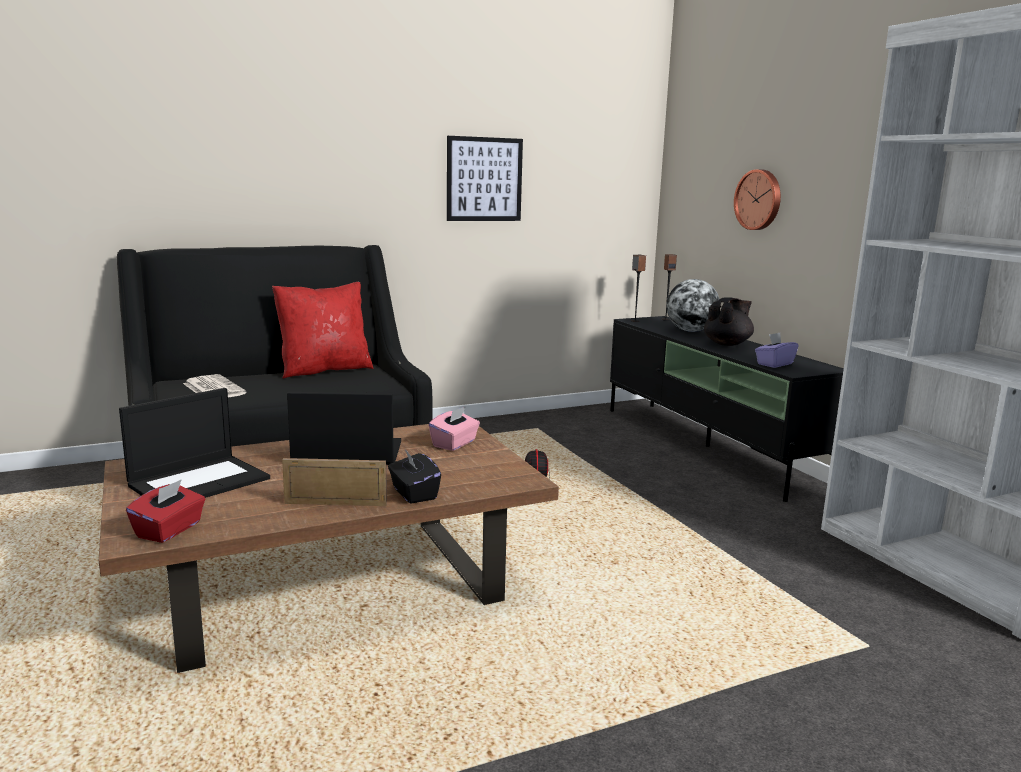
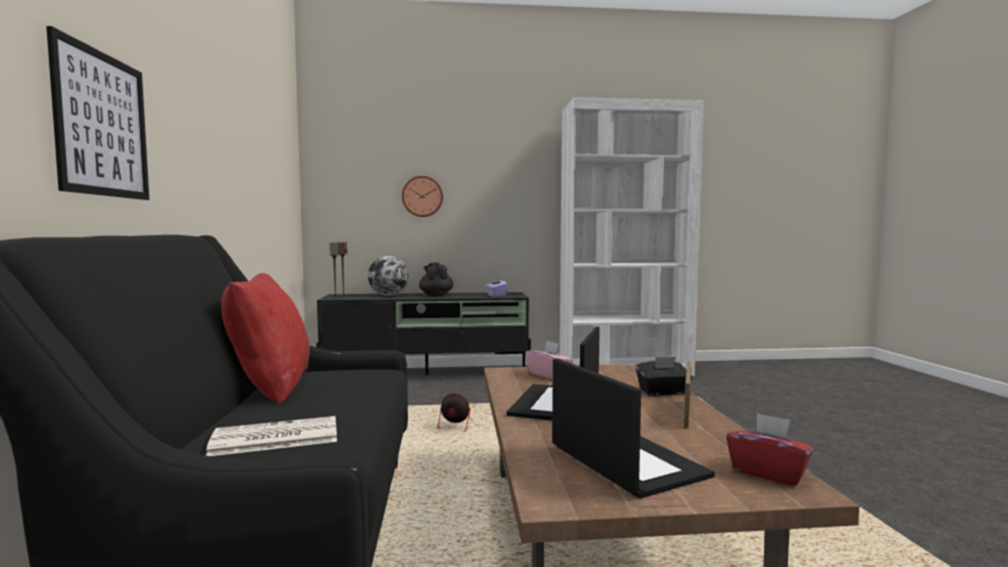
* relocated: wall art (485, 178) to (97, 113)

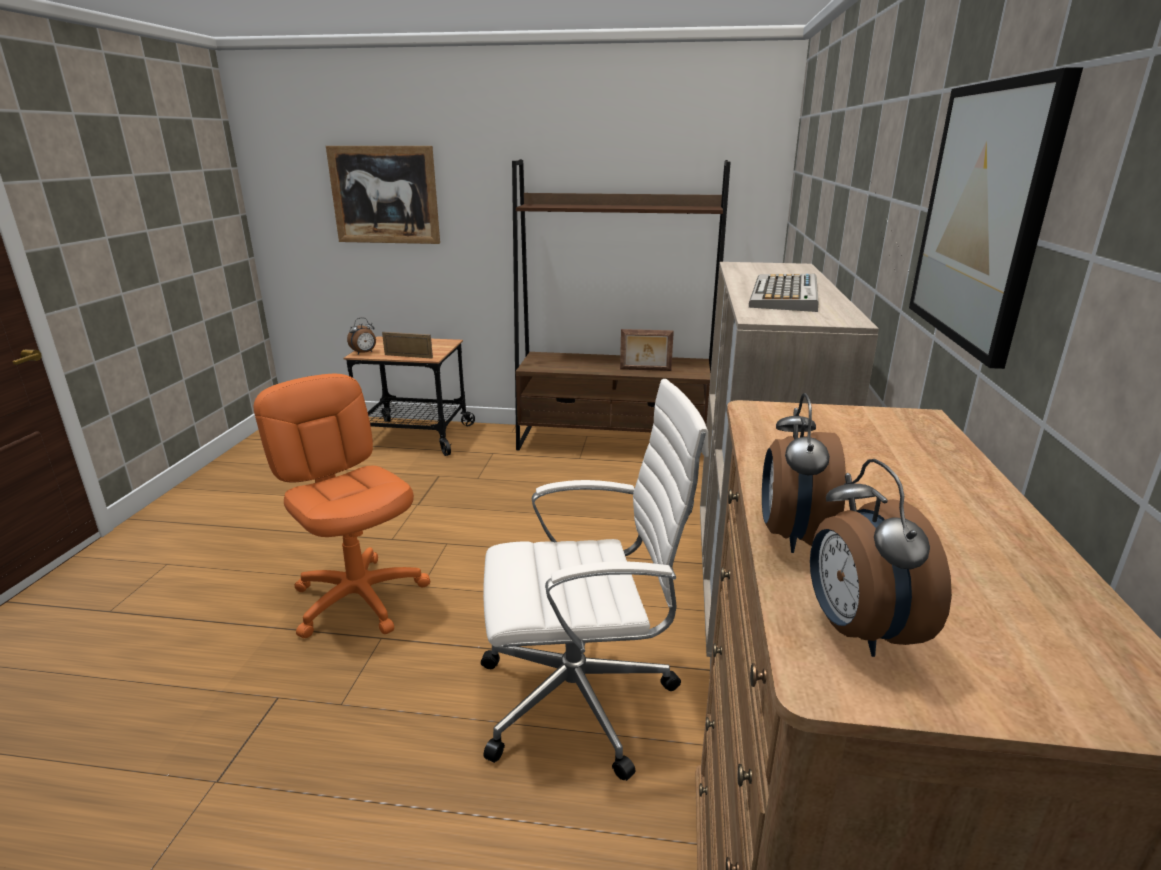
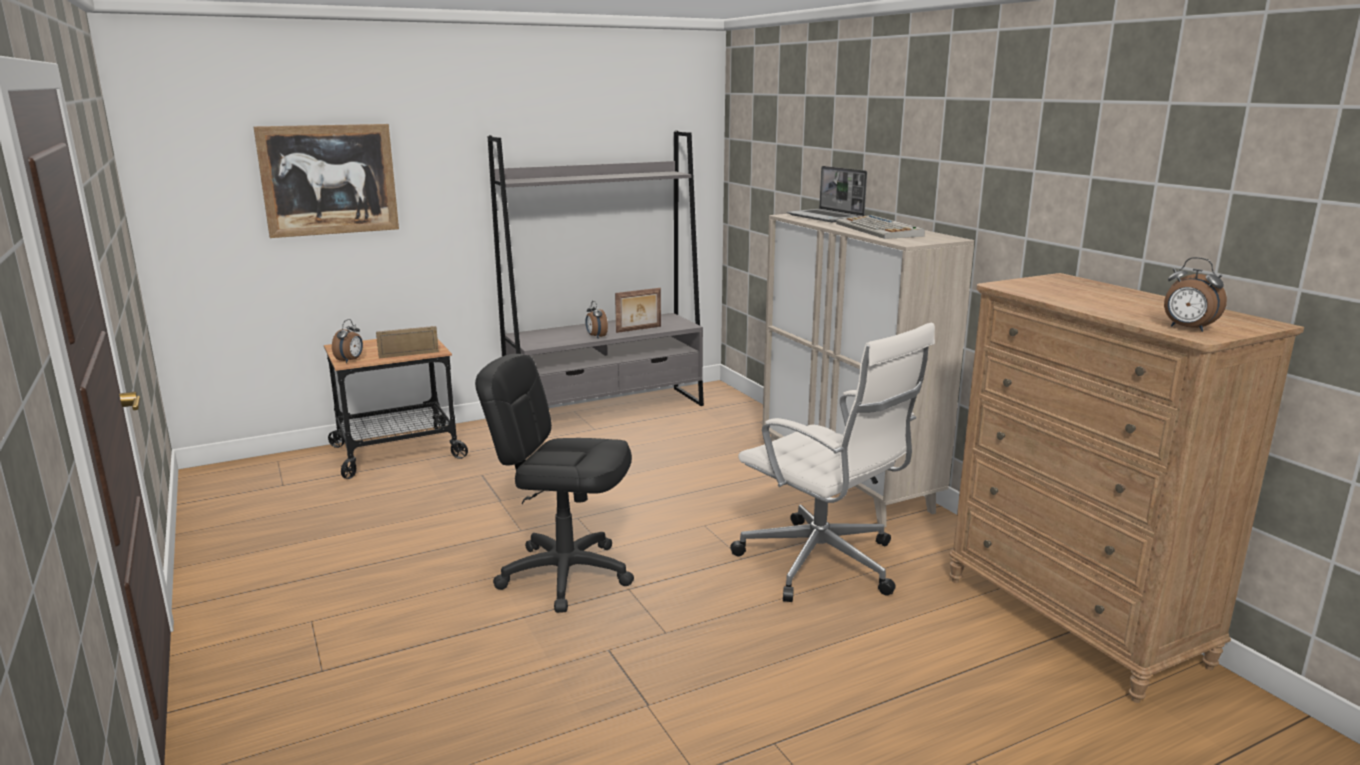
* missing: wall art (996, 218)
* colour: brown shelving unit (621, 304) to grey shelving unit (596, 268)
* colour: orangey desk chair (342, 506) to black desk chair (554, 483)
* spun: whitish desk chair (595, 580) = (832, 462) 90 degrees clockwise
* relocated: bedside clock (804, 473) to (596, 319)
* appeared: notebook computer (827, 194)

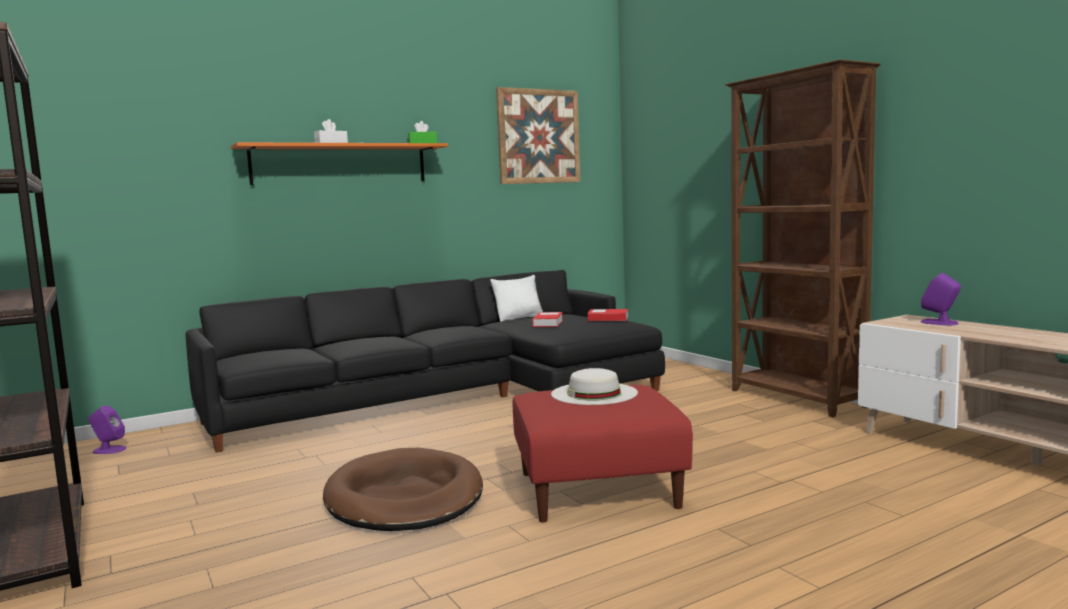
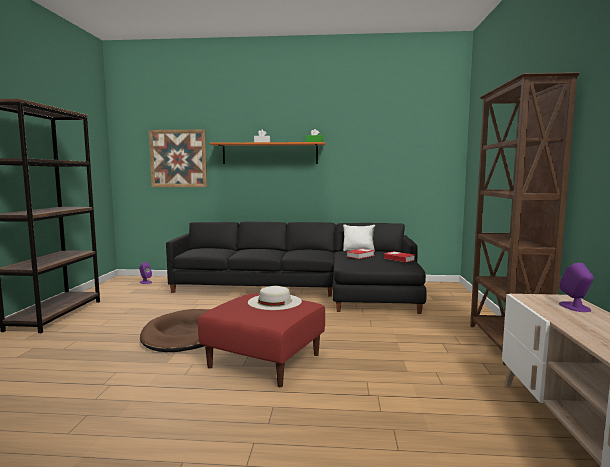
* relocated: wall art (538, 135) to (178, 158)

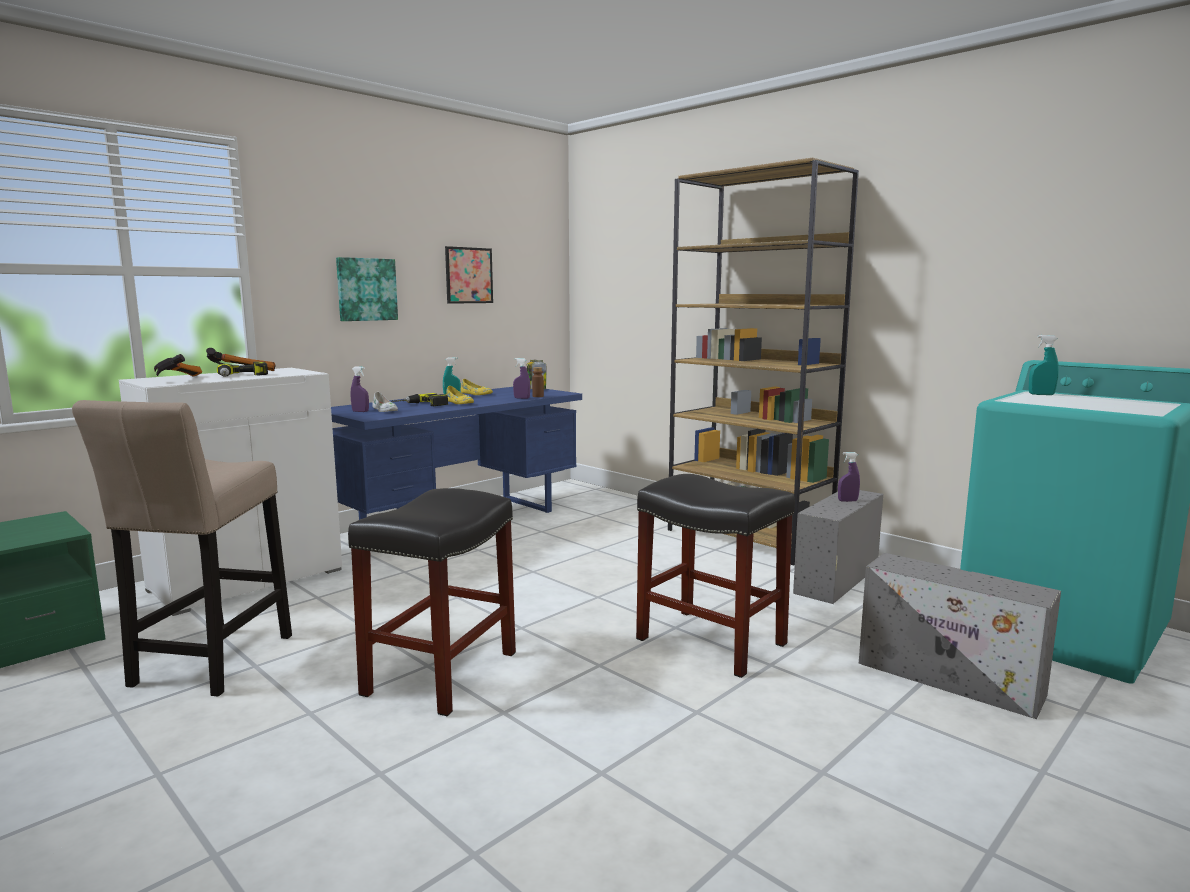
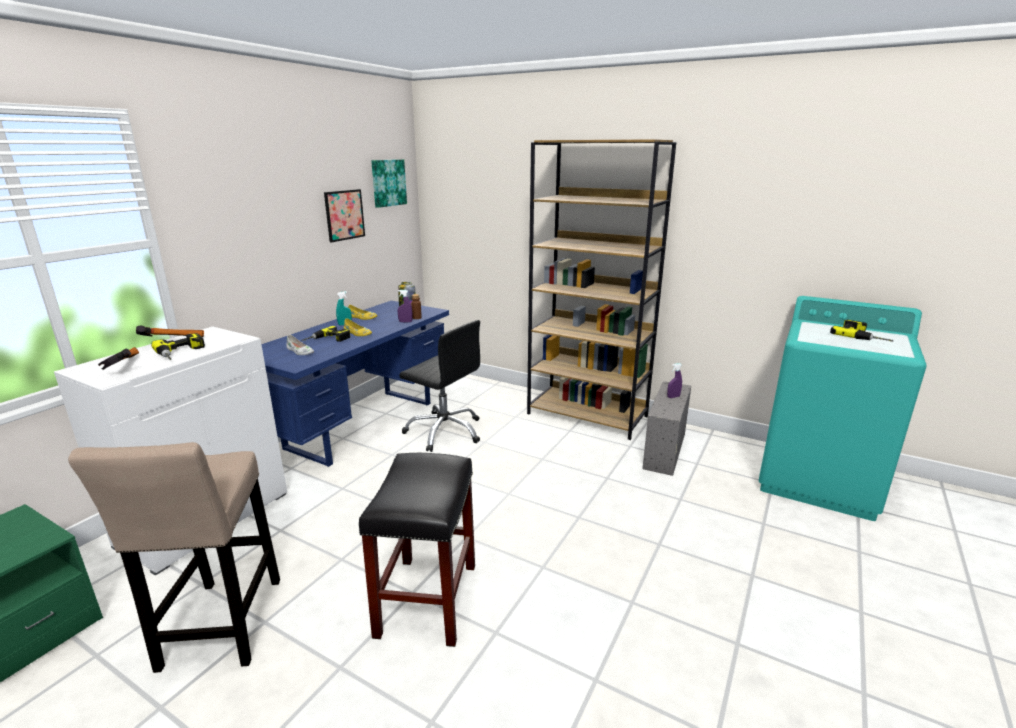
* relocated: wall art (367, 289) to (389, 183)
* missing: blue-green sprayer (1044, 365)
* missing: purplish sprayer (360, 389)
* missing: black stool seat (715, 576)
* missing: grey storage box (960, 636)
* appeared: black desk chair (439, 386)
* appeared: drill (861, 331)

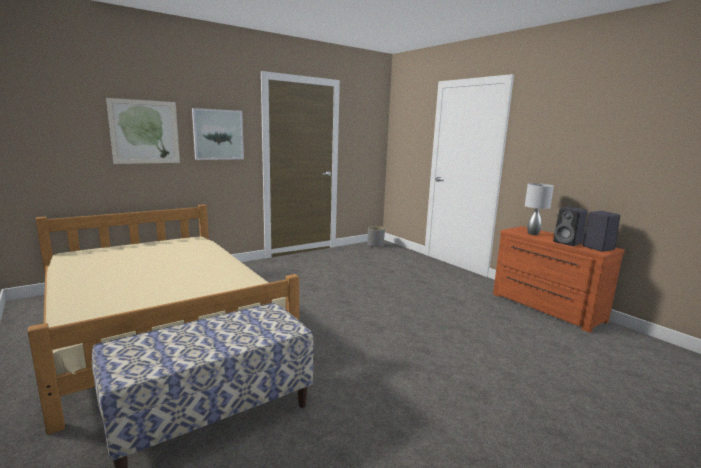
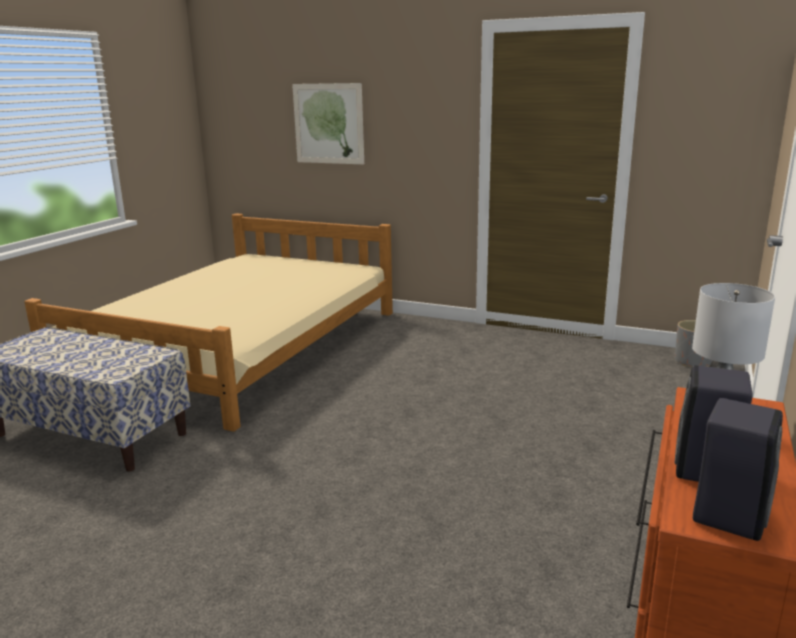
* missing: wall art (218, 134)

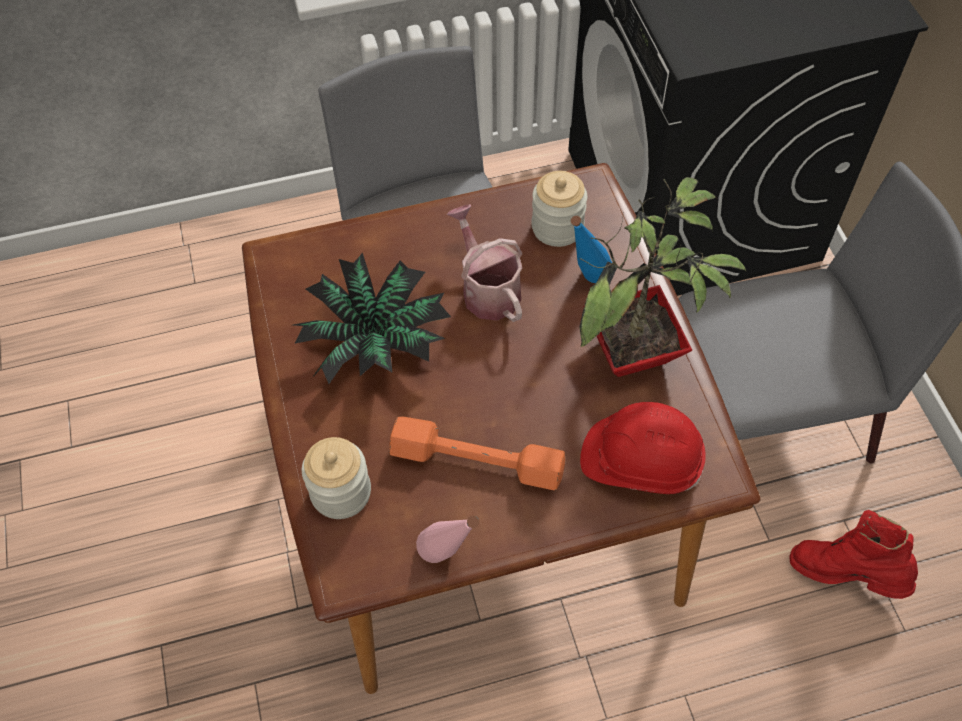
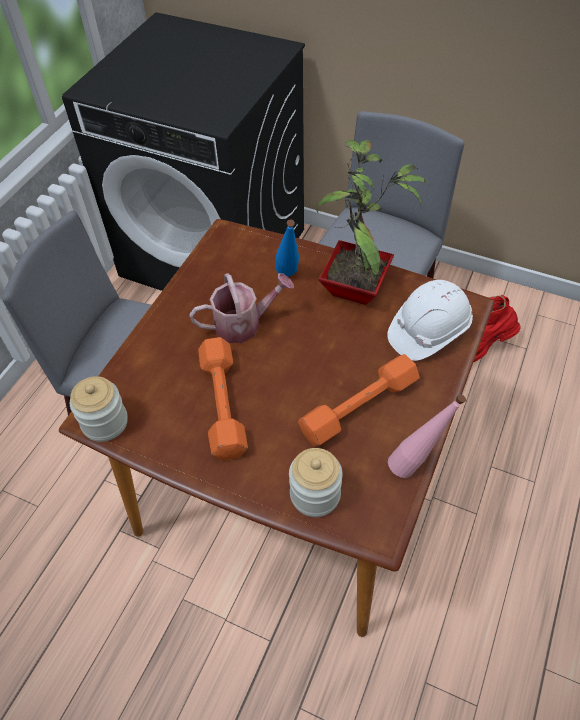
* relocated: jar (559, 209) to (99, 409)
* spun: watering can (484, 263) = (241, 308) 150 degrees clockwise
* exchanged: potted plant (372, 318) to orangey hand weight (223, 398)
* colour: red-coloured safety helmet (643, 448) to whitish safety helmet (430, 320)

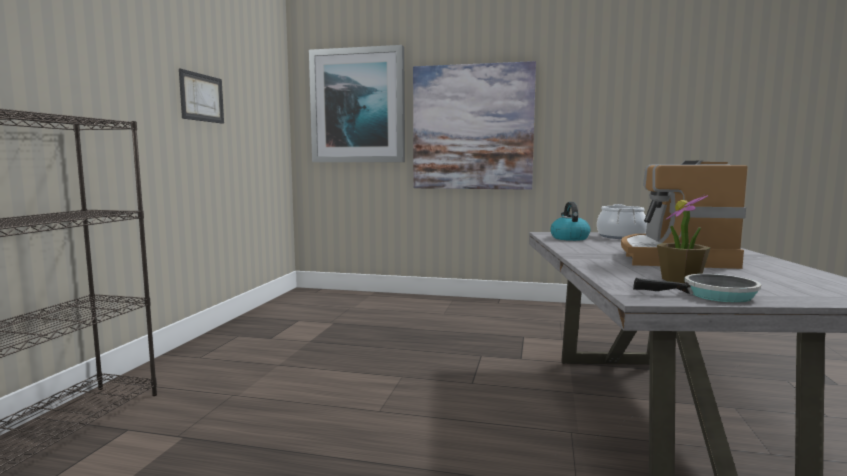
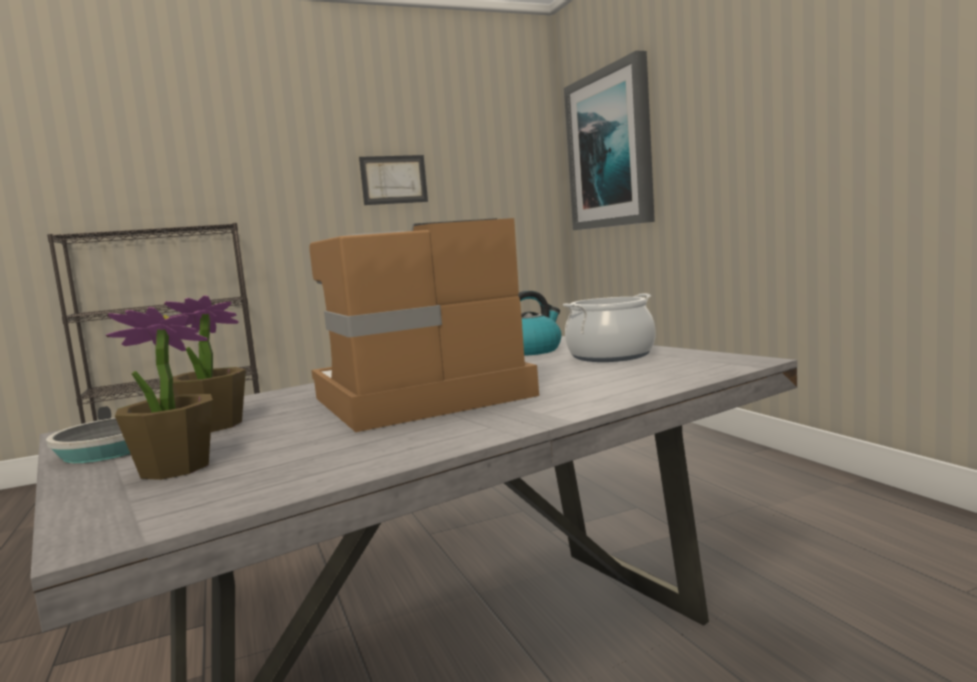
* missing: wall art (474, 125)
* appeared: potted plant (159, 393)

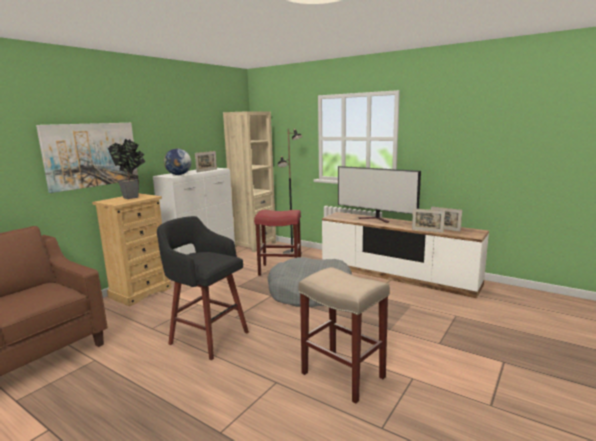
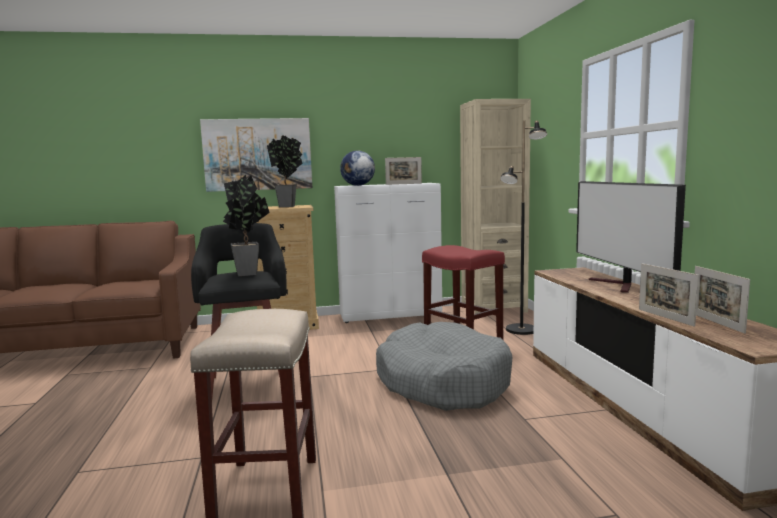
* appeared: potted plant (246, 225)

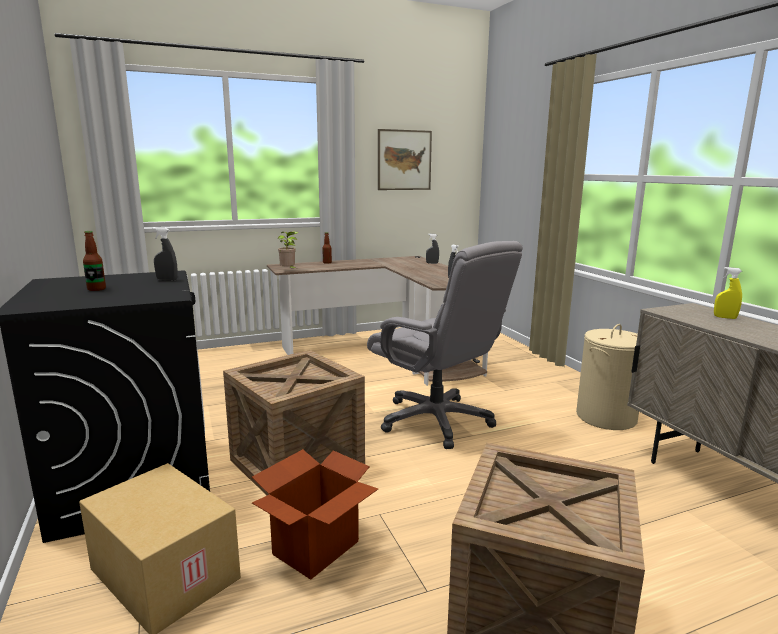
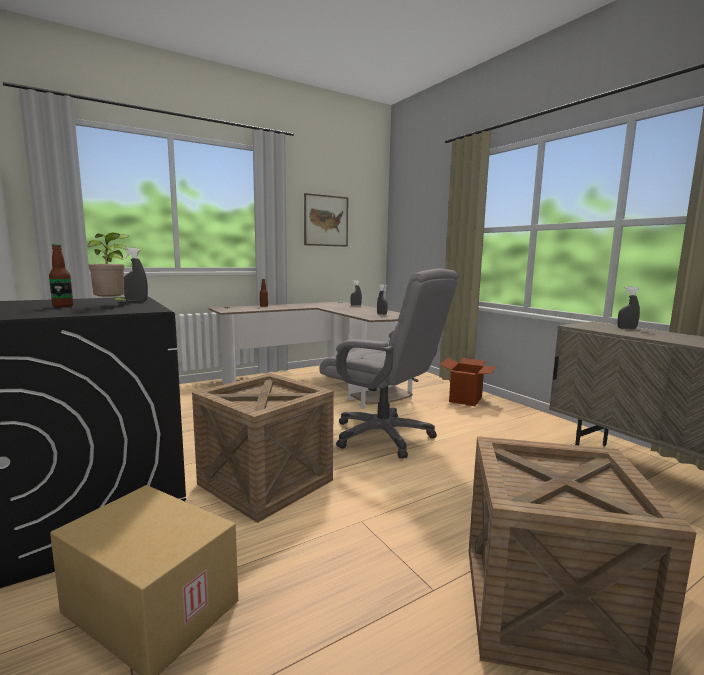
* relocated: potted plant (288, 250) to (109, 267)
* colour: yellow-coloured sprayer (728, 293) to grey sprayer (628, 308)
* missing: beige-coloured laundry basket (607, 377)
* relocated: packing box (315, 514) to (468, 382)

